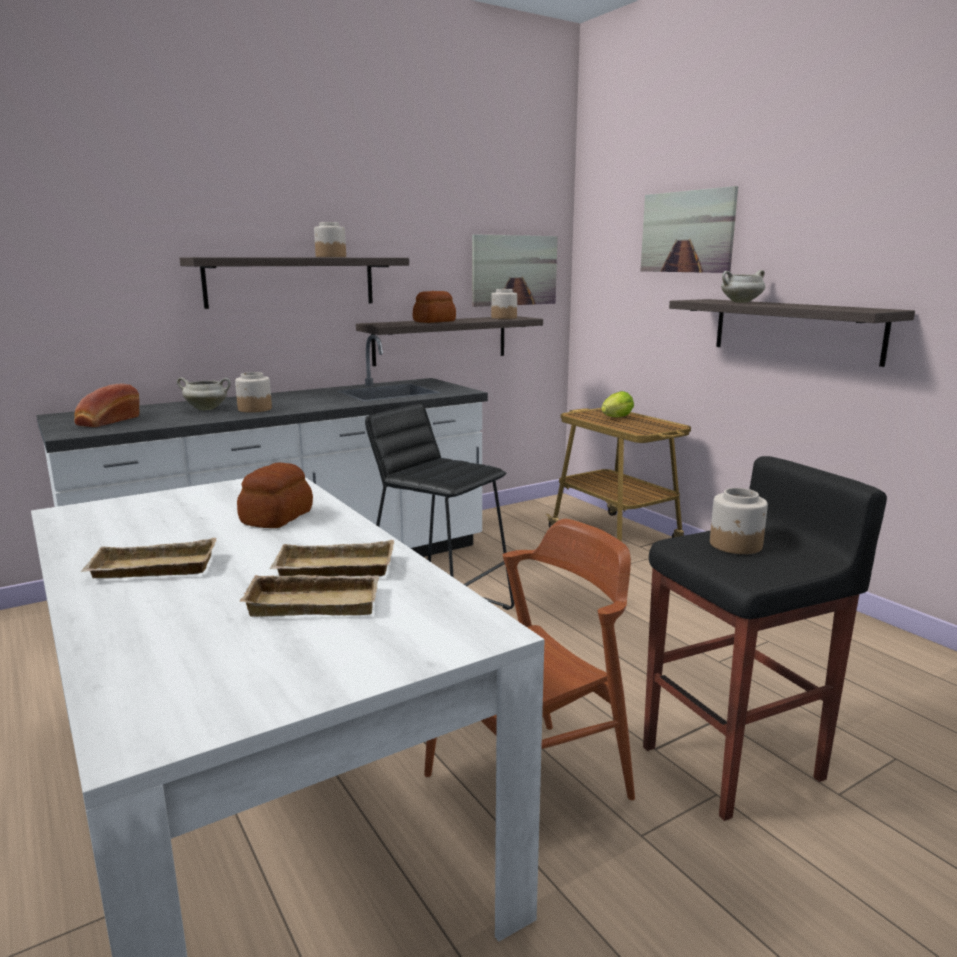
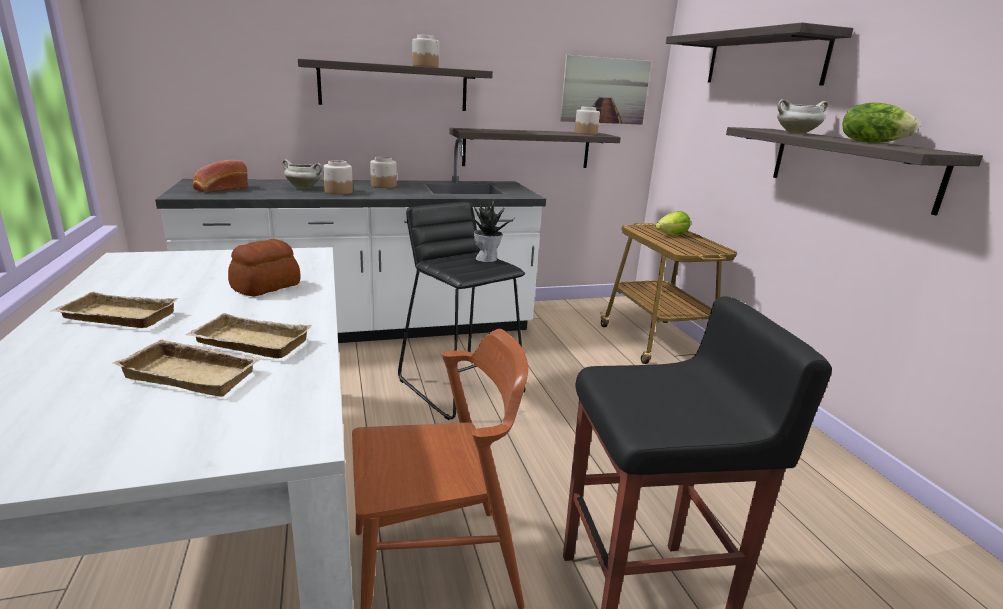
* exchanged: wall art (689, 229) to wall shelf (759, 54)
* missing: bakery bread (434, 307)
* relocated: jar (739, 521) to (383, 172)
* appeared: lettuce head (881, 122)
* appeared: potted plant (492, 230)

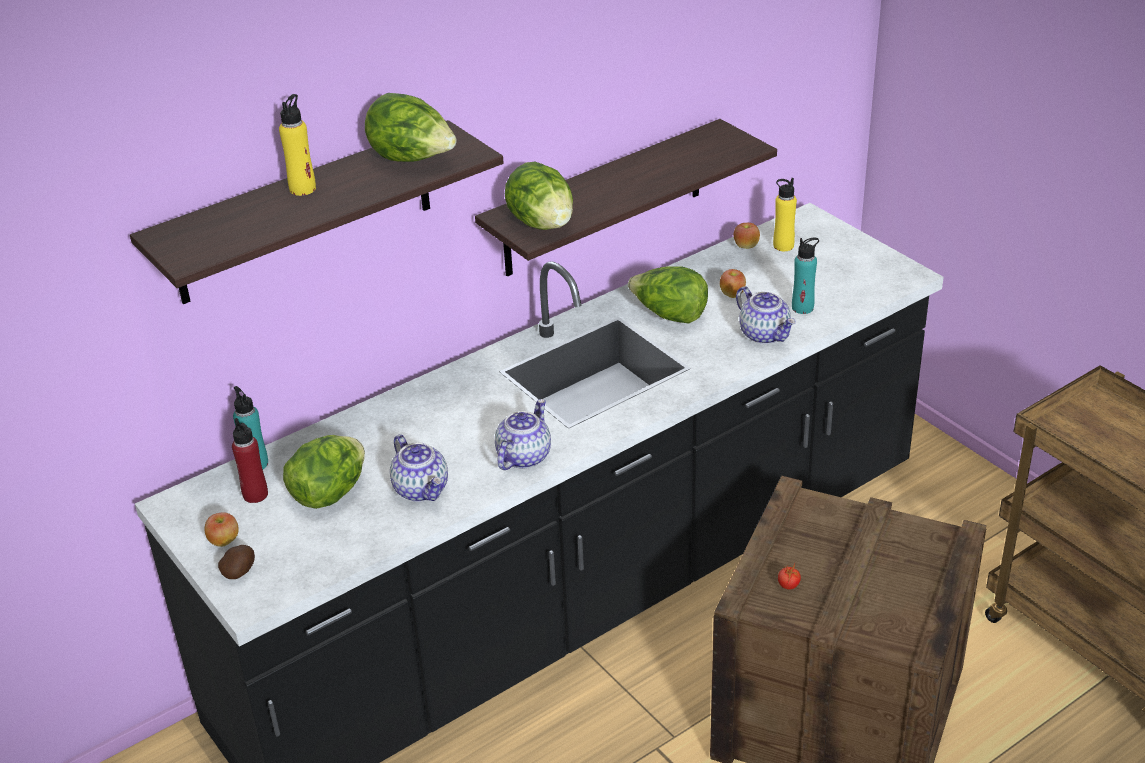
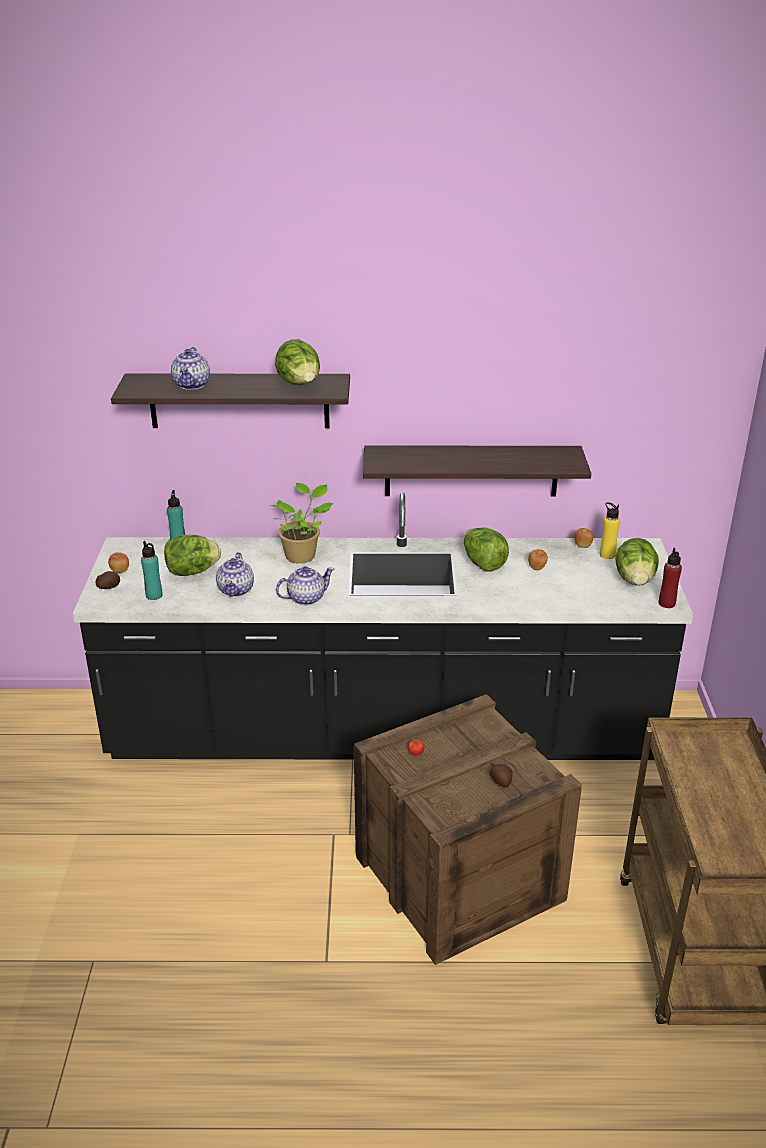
* missing: yellow-coloured beverage bottle (297, 145)
* relocated: lettuce head (539, 196) to (637, 562)
* relocated: blue-green beverage bottle (805, 276) to (152, 570)
* relocated: tea pot (766, 315) to (190, 368)
* relocated: red-coloured beverage bottle (250, 460) to (670, 578)
* appeared: potted plant (302, 523)
* appeared: potato (501, 775)

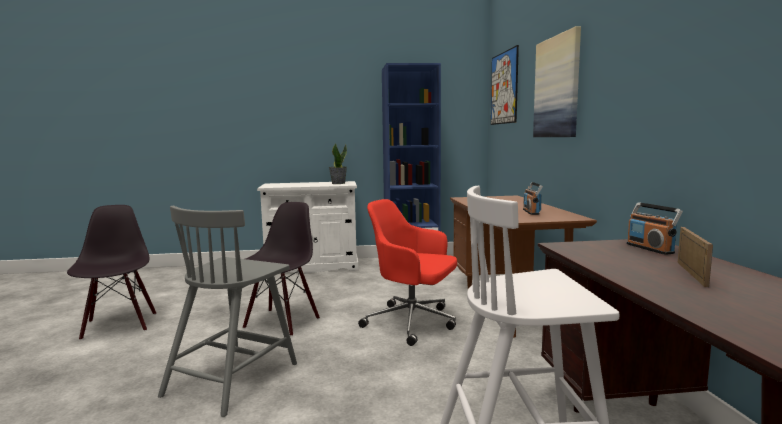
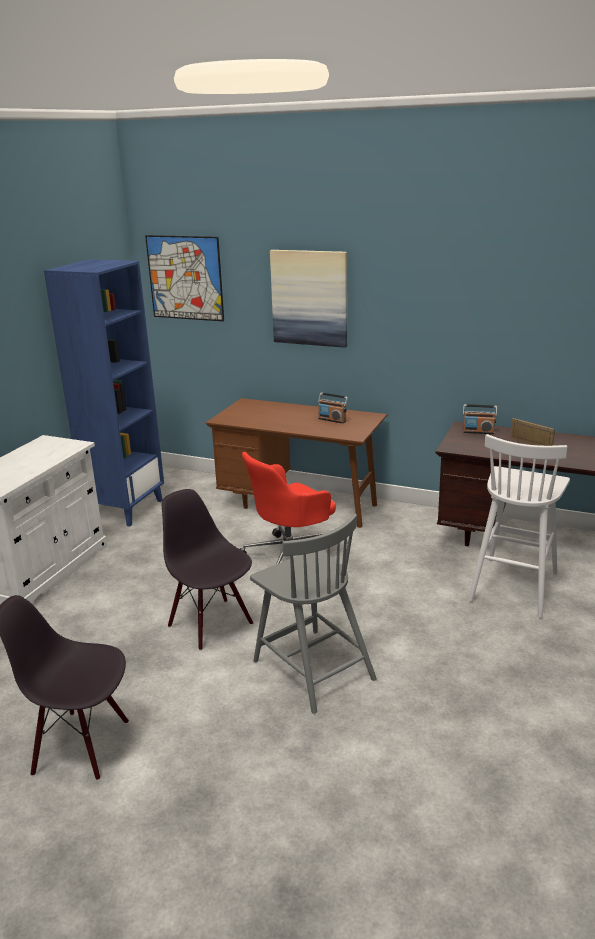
* missing: potted plant (338, 163)

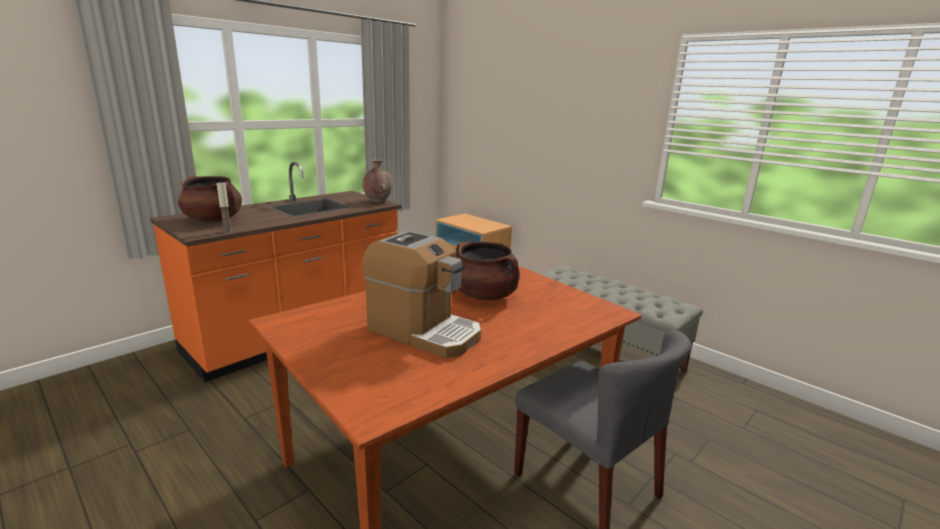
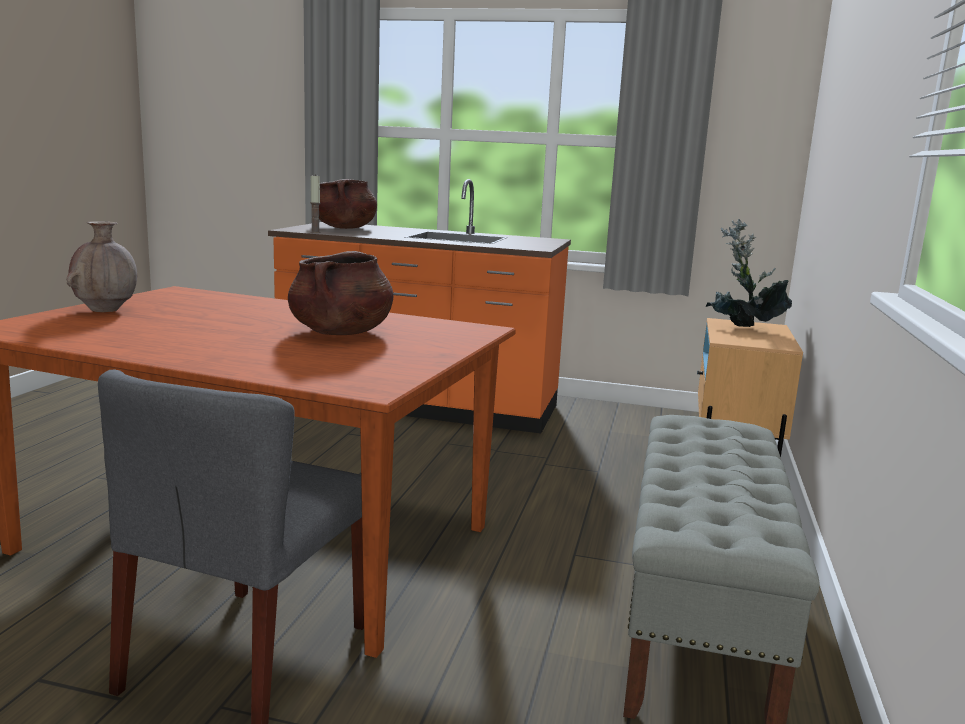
* relocated: brown vase (378, 181) to (101, 266)
* missing: coffee brewer (421, 294)
* appeared: potted plant (748, 273)

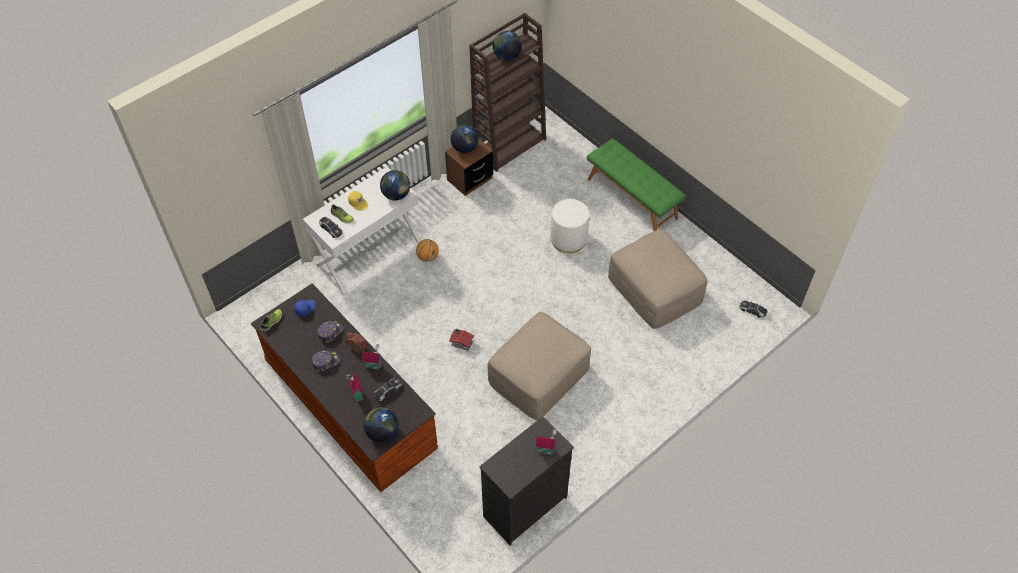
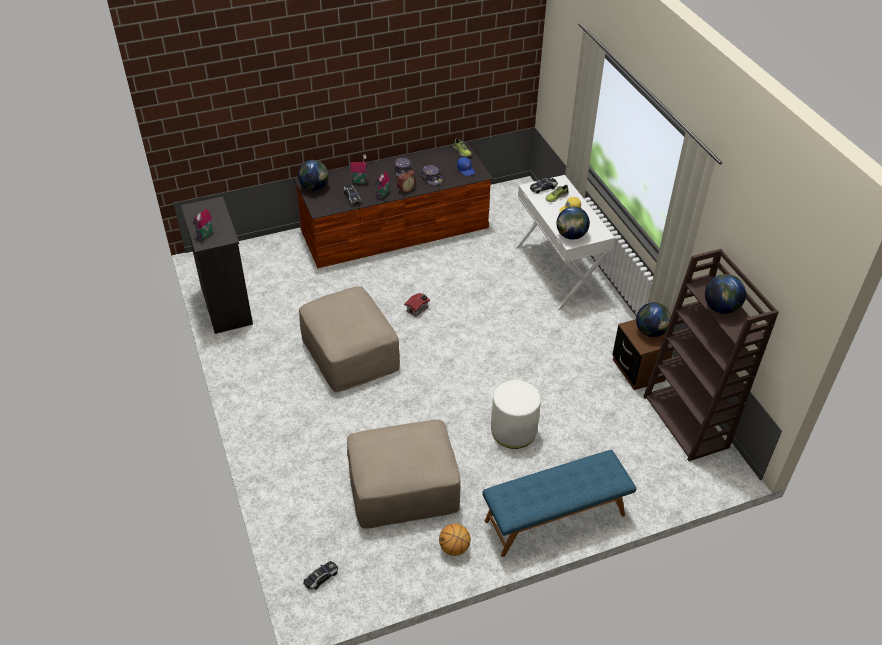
* colour: green indoor bench (636, 184) to blue-coloured indoor bench (559, 503)
* relocated: basketball (427, 250) to (455, 540)

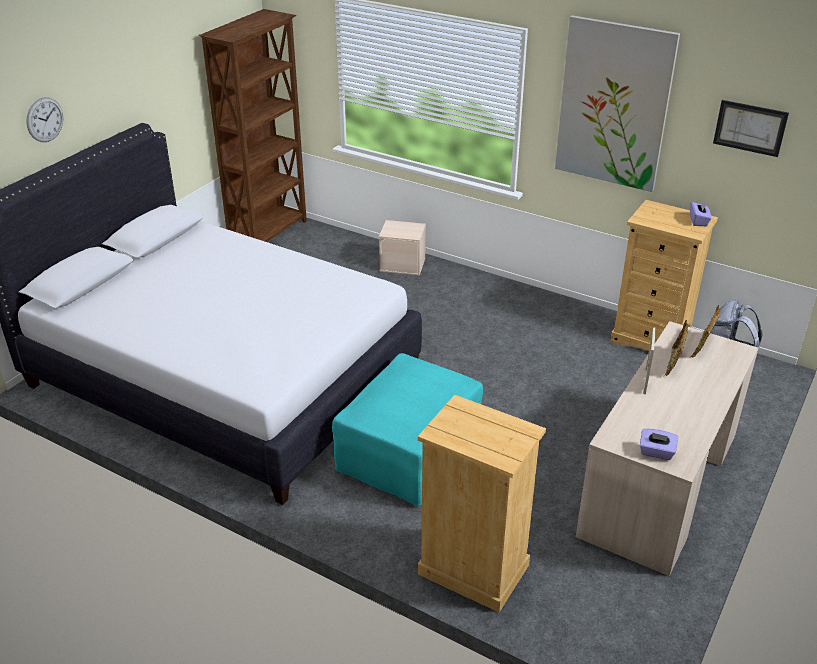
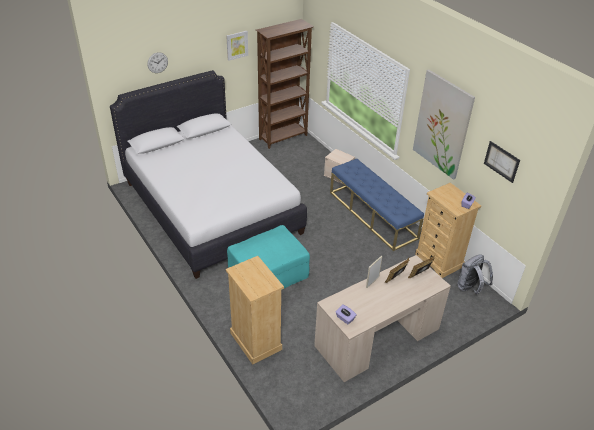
* appeared: wall art (237, 46)
* appeared: blue-coloured indoor bench (377, 205)

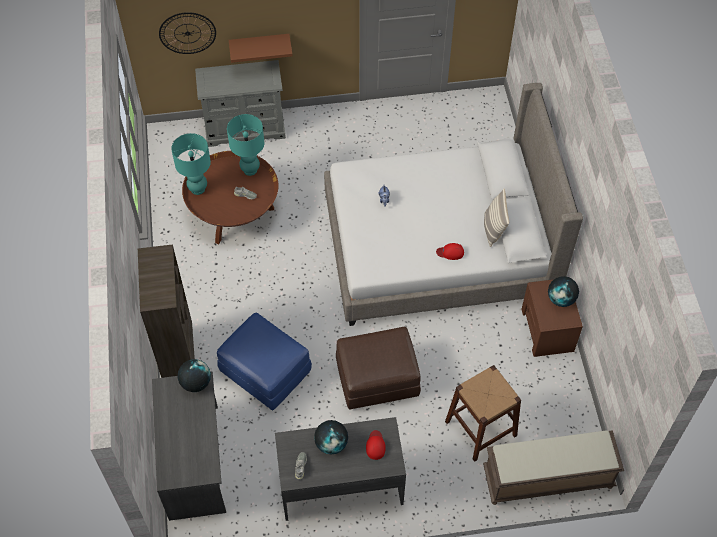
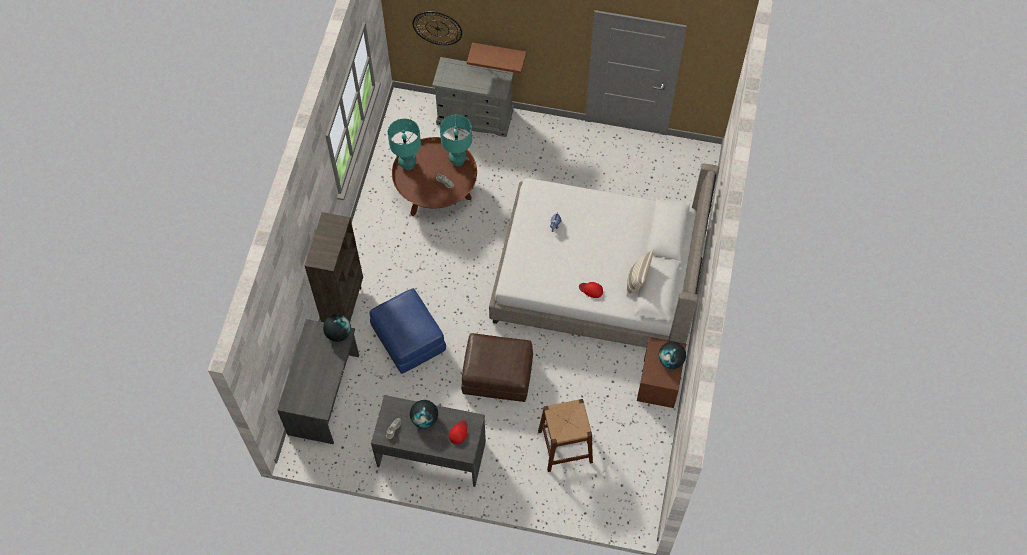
* missing: brown indoor bench (553, 467)

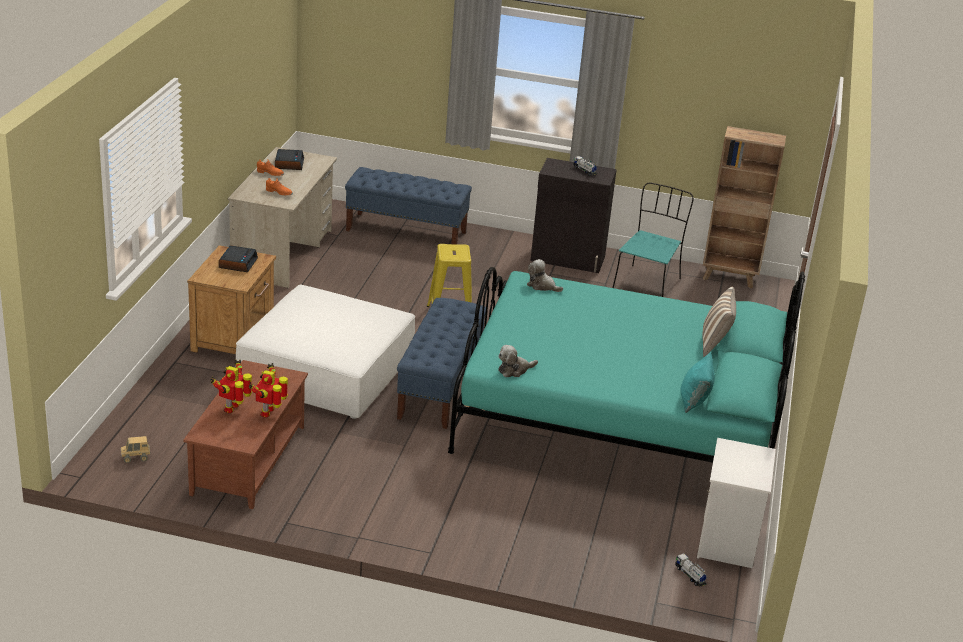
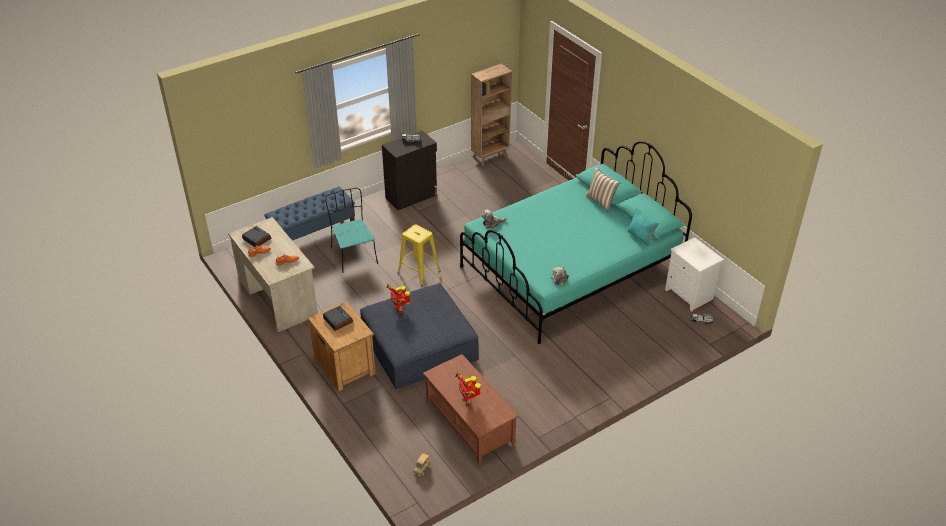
* relocated: blue-green plain chair (653, 239) to (351, 230)
* colour: whitish ottoman (325, 352) to blue-coloured ottoman (419, 336)
* missing: blue-coloured indoor bench (441, 363)
* relocated: toy robot (268, 390) to (399, 299)

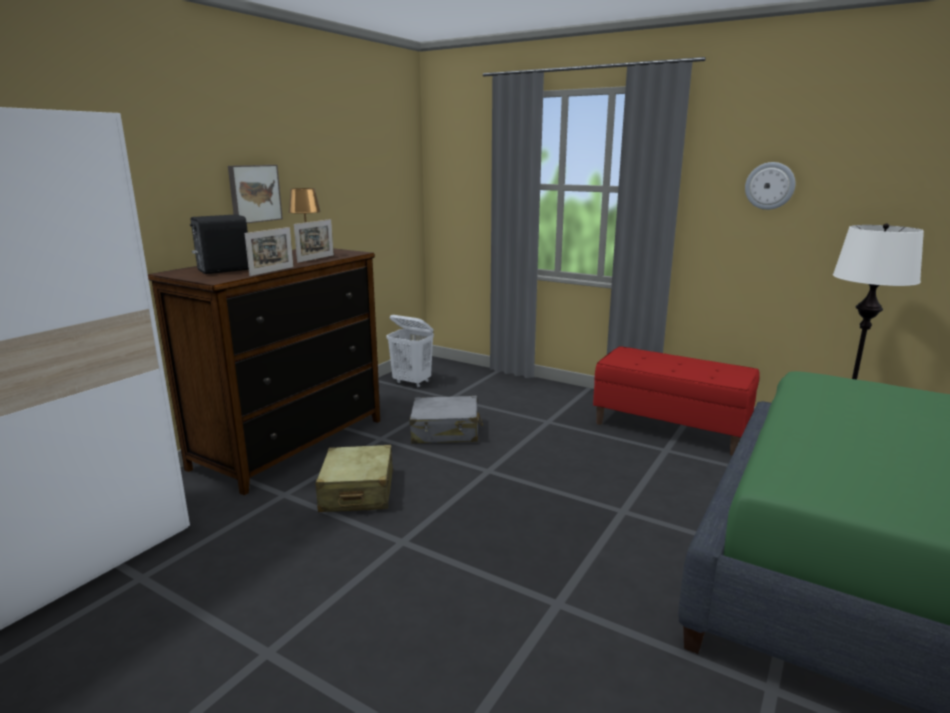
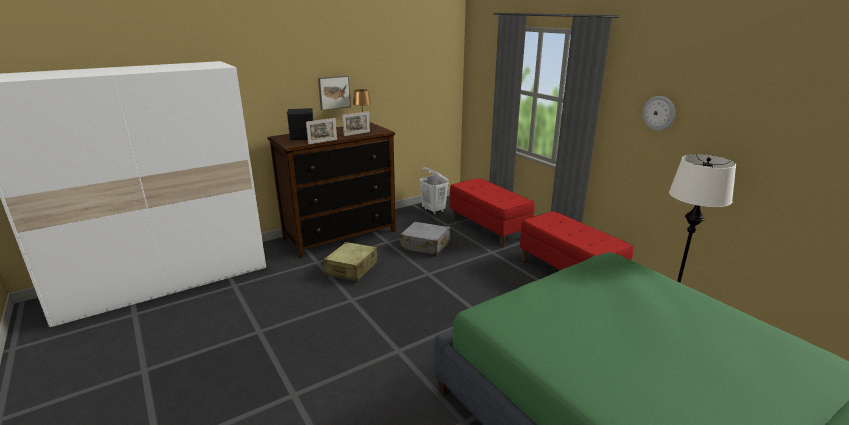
* appeared: red-coloured indoor bench (492, 212)

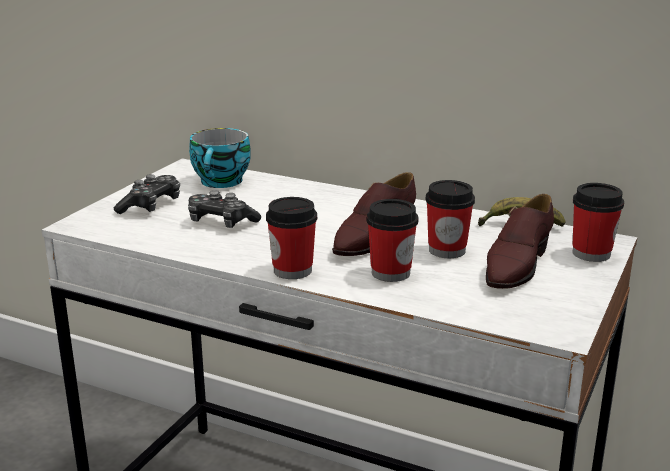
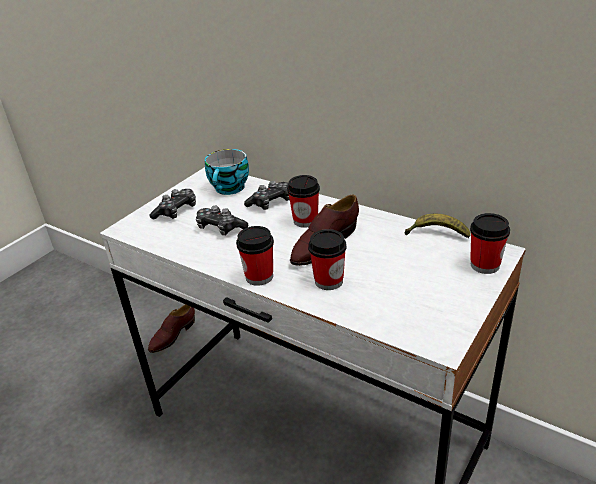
* relocated: small cup (450, 219) to (303, 201)
* relocated: brown low shoe (520, 241) to (171, 328)
* appeared: game controller (267, 195)

